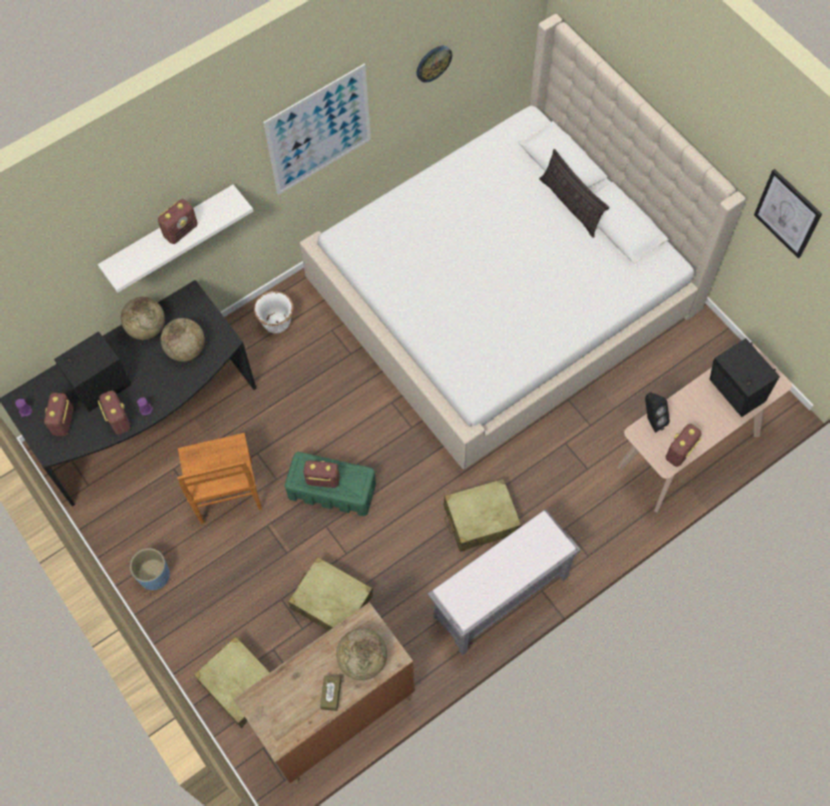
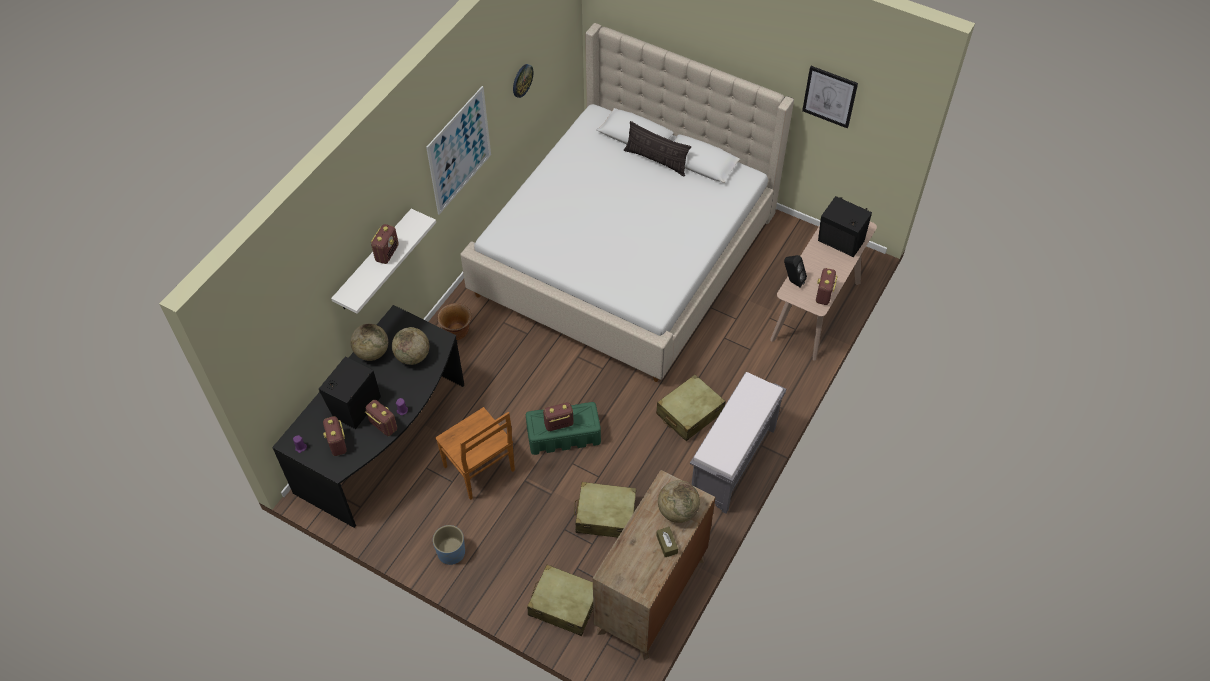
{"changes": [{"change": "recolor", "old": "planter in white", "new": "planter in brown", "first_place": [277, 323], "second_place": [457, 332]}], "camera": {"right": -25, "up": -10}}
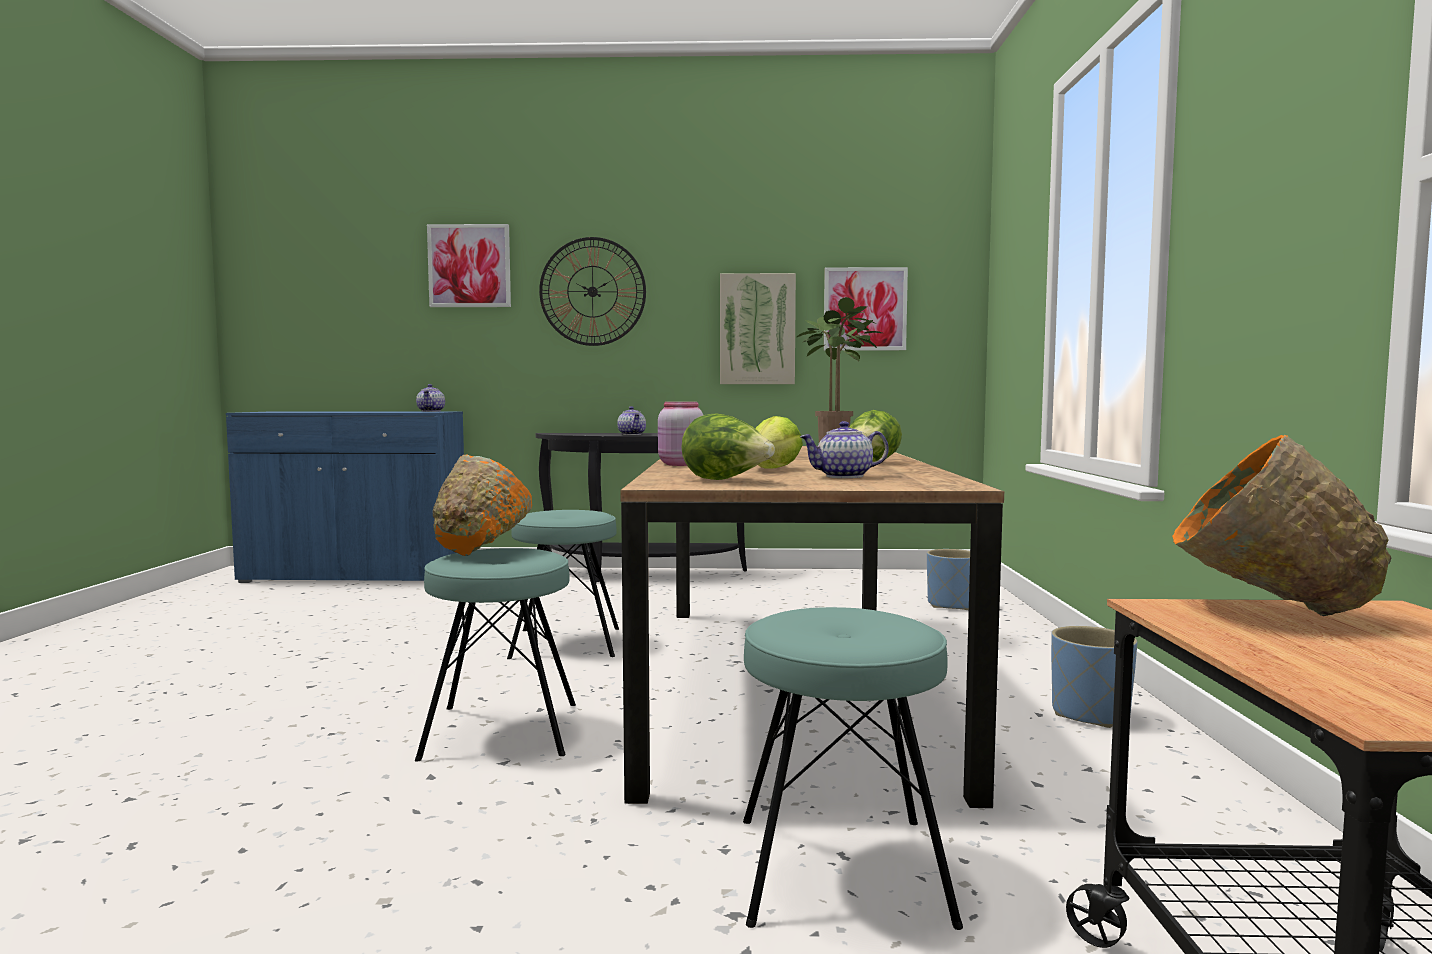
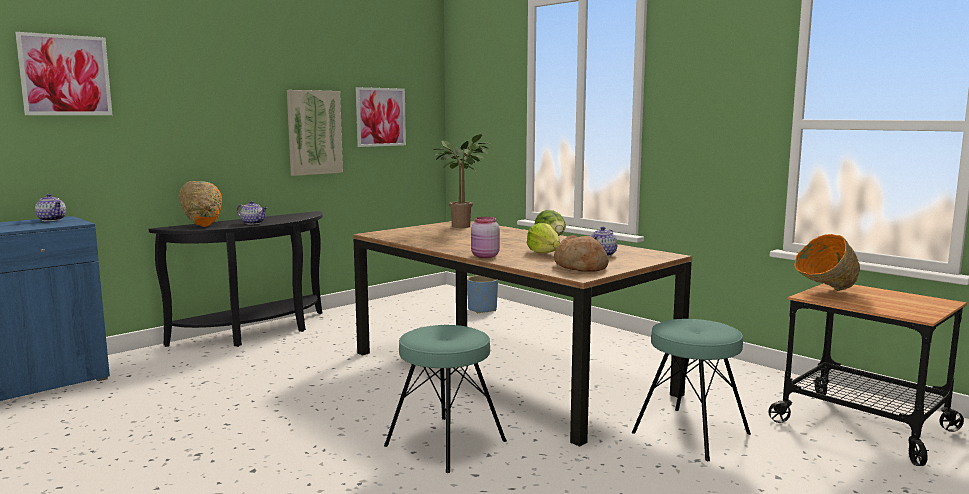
{"changes": [{"change": "delete", "old": "wall clock", "first_place": [592, 291]}, {"change": "replace", "old": "lettuce", "new": "bread", "first_place": [726, 480], "second_place": [580, 267]}, {"change": "move", "old": "bowl in orange", "first_place": [480, 551], "second_place": [202, 225]}, {"change": "delete", "old": "stool in turquoise", "first_place": [566, 643]}, {"change": "delete", "old": "planter in blue", "first_place": [1089, 714]}], "camera": {"right": -45, "up": 5}}
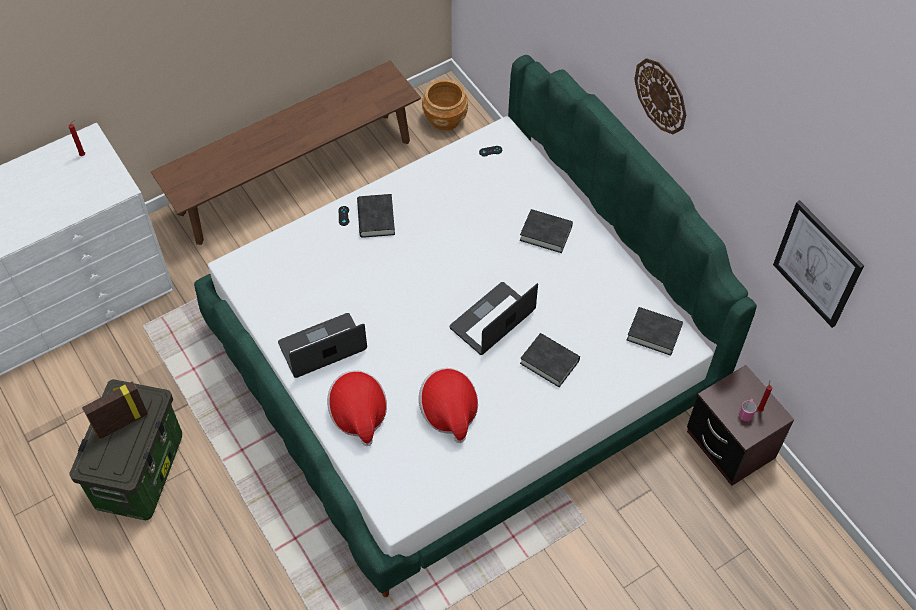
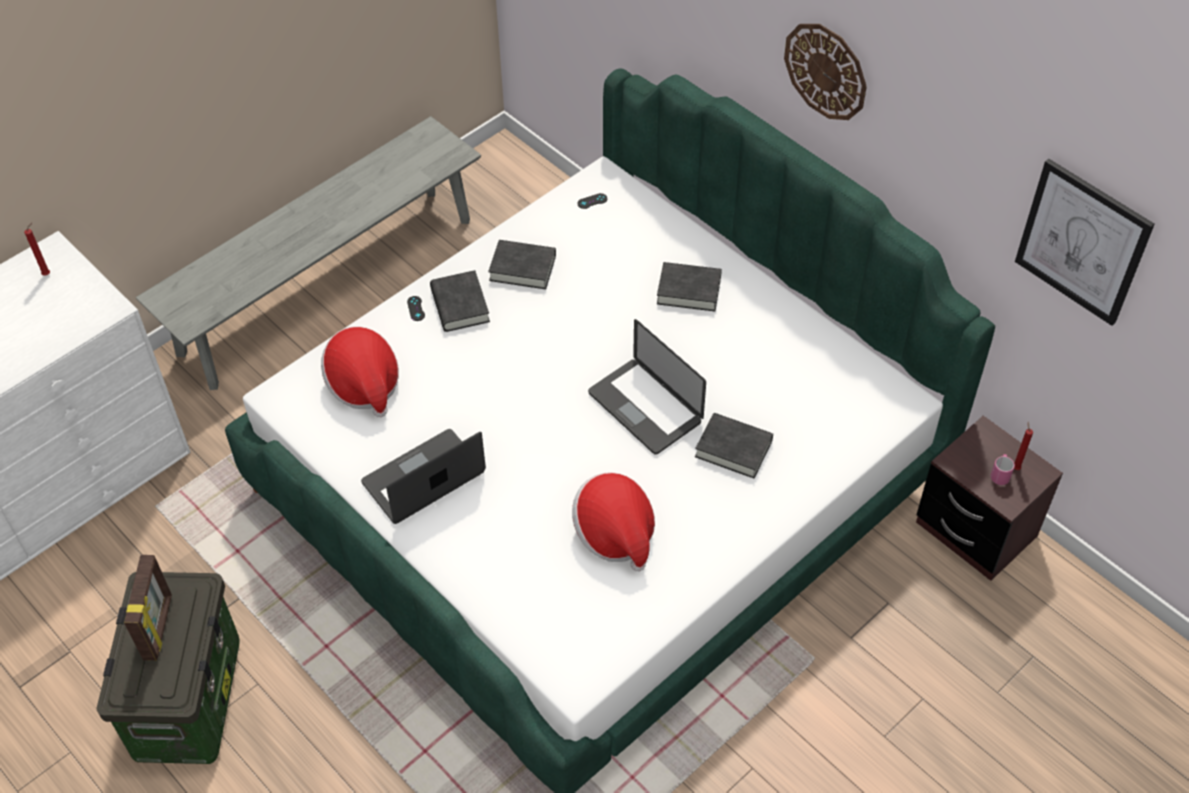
{"changes": [{"change": "recolor", "old": "bench in brown", "new": "bench in grey", "first_place": [296, 176], "second_place": [328, 285]}, {"change": "delete", "old": "planter in brown", "first_place": [445, 119]}, {"change": "rotate", "old": "laptop", "first_place": [492, 319], "second_place": [645, 407], "degrees": -75}, {"change": "move", "old": "book in black", "first_place": [654, 333], "second_place": [522, 268]}, {"change": "move", "old": "hat", "first_place": [358, 414], "second_place": [364, 384]}, {"change": "rotate", "old": "picture frame", "first_place": [121, 423], "second_place": [159, 627], "degrees": 135}], "camera": {"right": -10, "up": -5}}
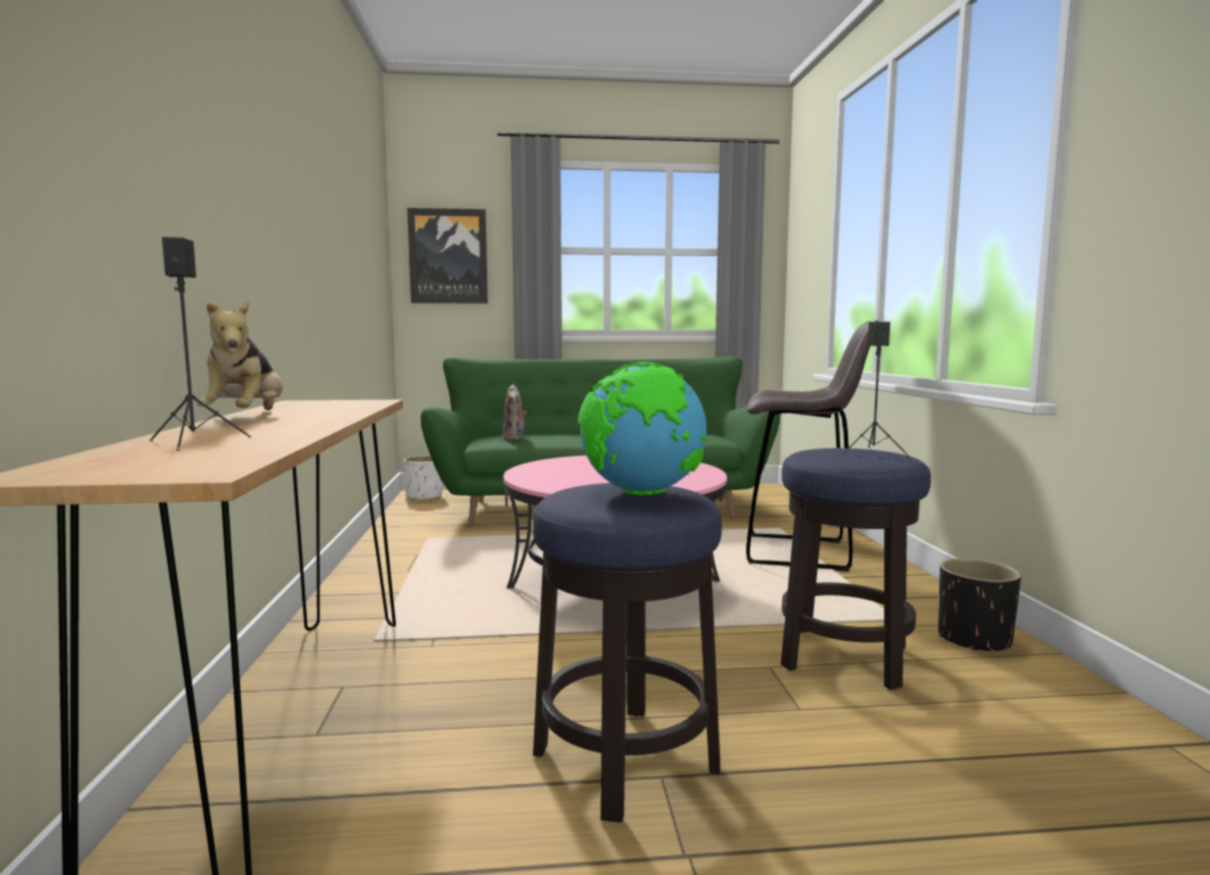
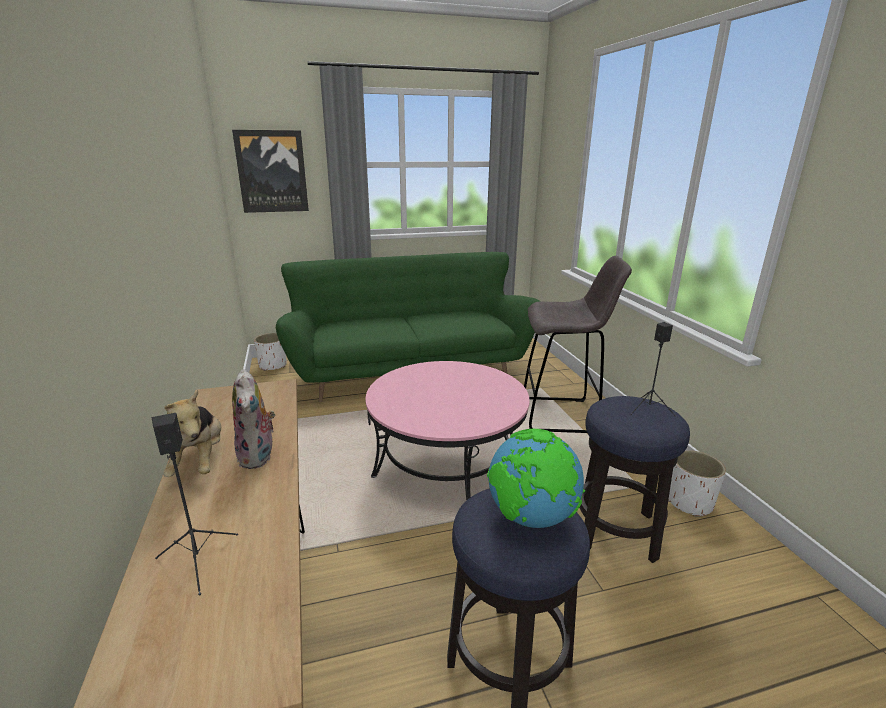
{"changes": [{"change": "move", "old": "plush toy", "first_place": [515, 438], "second_place": [259, 456]}, {"change": "recolor", "old": "planter in black", "new": "planter in white", "first_place": [974, 640], "second_place": [689, 503]}], "camera": {"right": -10, "up": 15}}
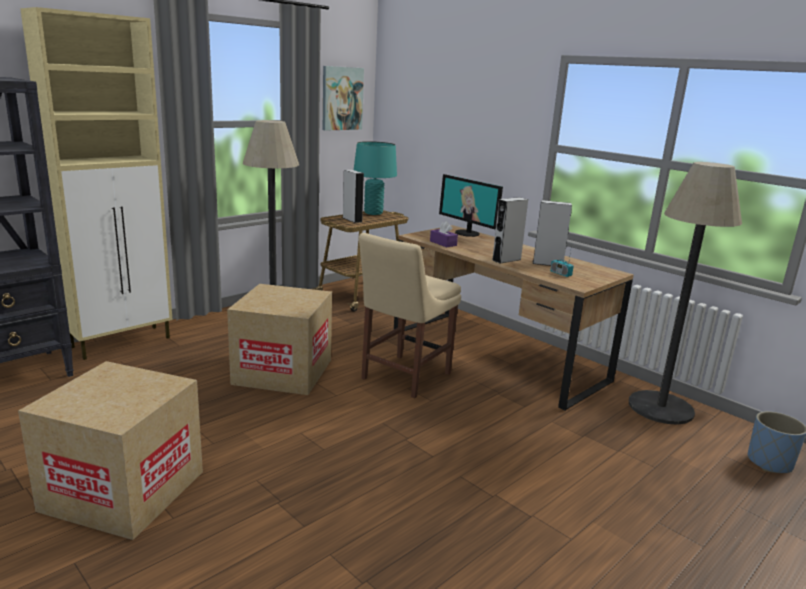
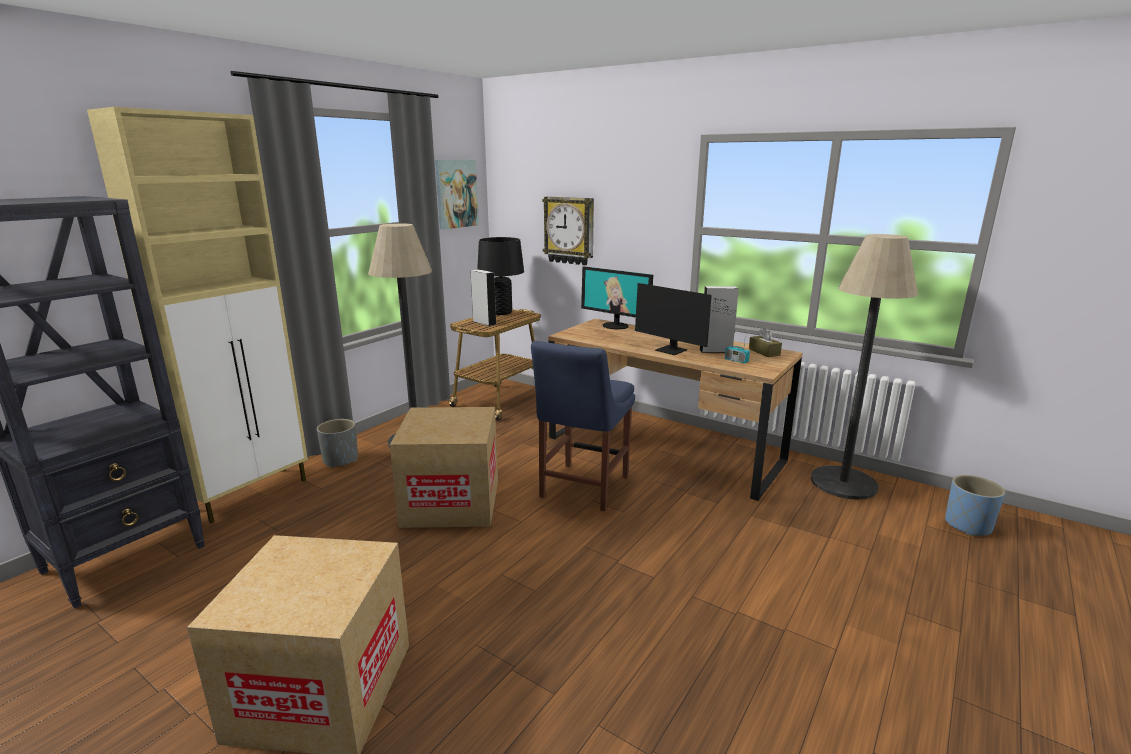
{"changes": [{"change": "recolor", "old": "table lamp in turquoise", "new": "table lamp in black", "first_place": [373, 213], "second_place": [502, 313]}, {"change": "replace", "old": "speaker in grey", "new": "monitor", "first_place": [506, 260], "second_place": [674, 351]}, {"change": "delete", "old": "tissue box in purple", "first_place": [443, 243]}, {"change": "recolor", "old": "chair in beige", "new": "chair in blue", "first_place": [403, 377], "second_place": [582, 489]}, {"change": "insert", "new": "wall clock", "second_place": [569, 230]}, {"change": "insert", "new": "tissue box in brown", "second_place": [764, 352]}, {"change": "insert", "new": "planter in grey", "second_place": [340, 460]}], "camera": {"right": -10, "up": 0}}
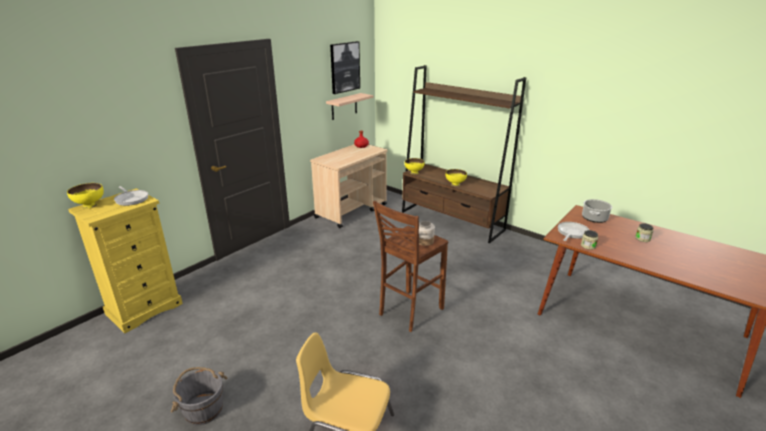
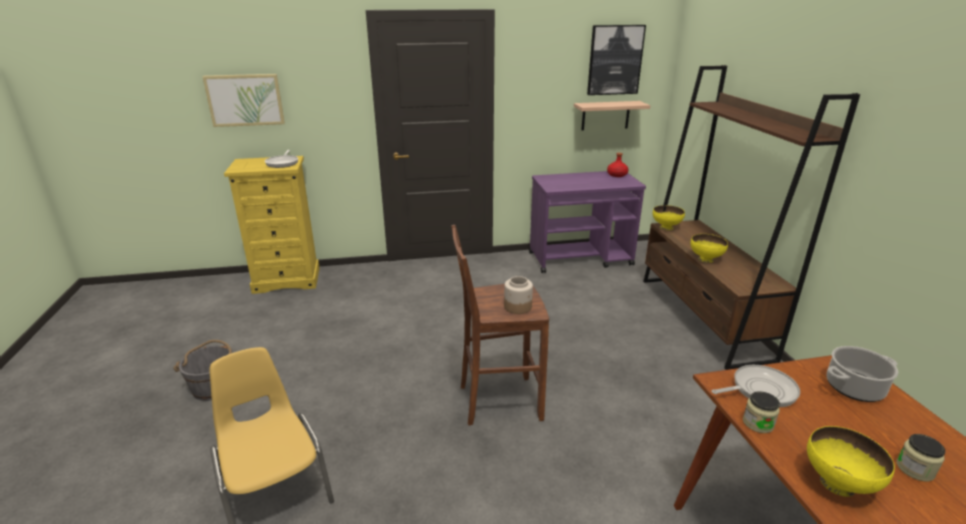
{"changes": [{"change": "recolor", "old": "cart in beige", "new": "cart in purple", "first_place": [352, 211], "second_place": [581, 259]}, {"change": "move", "old": "bowl in yellow", "first_place": [90, 205], "second_place": [838, 484]}, {"change": "insert", "new": "picture", "second_place": [245, 100]}], "camera": {"right": 40, "up": 0}}
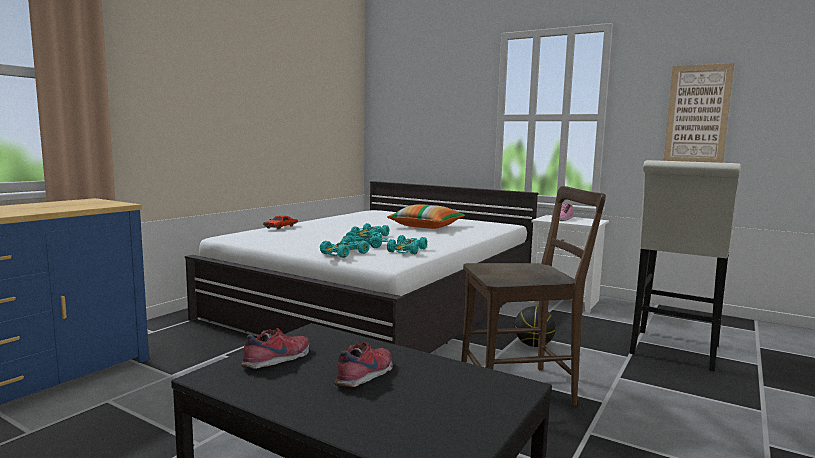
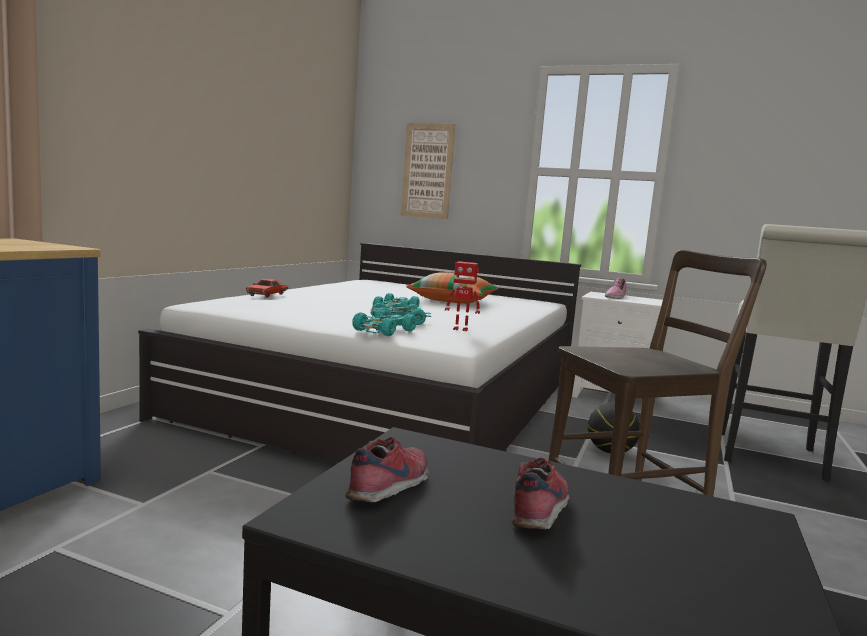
{"changes": [{"change": "move", "old": "picture", "first_place": [697, 114], "second_place": [427, 171]}, {"change": "replace", "old": "toy car in turquoise", "new": "toy robot", "first_place": [407, 250], "second_place": [461, 329]}], "camera": {"right": -10, "up": 0}}
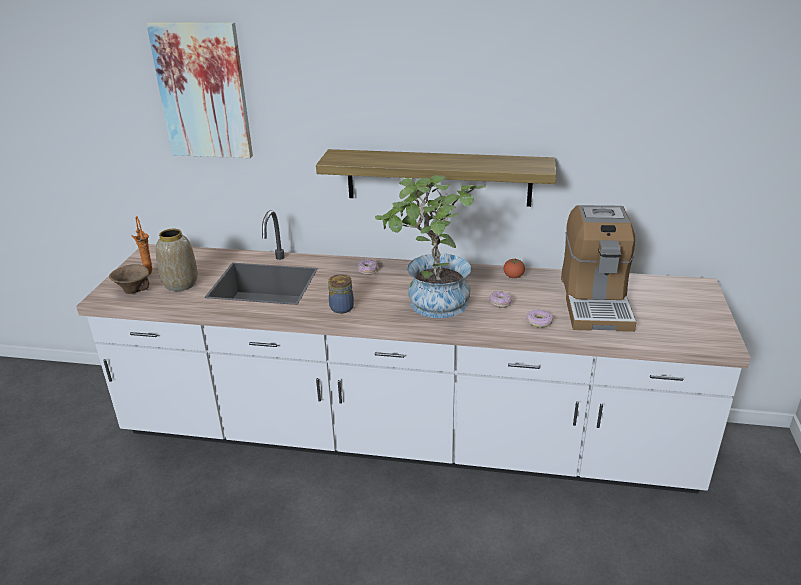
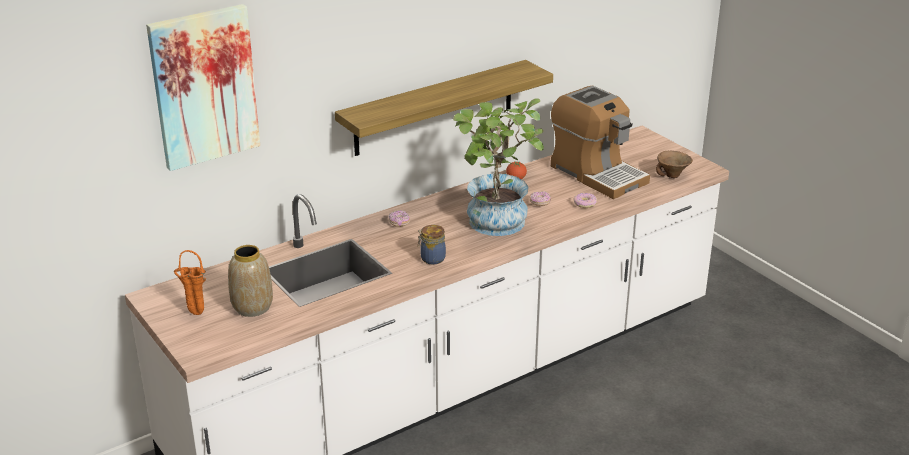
{"changes": [{"change": "move", "old": "bowl in brown", "first_place": [132, 291], "second_place": [672, 175]}], "camera": {"right": -45, "up": 0}}
